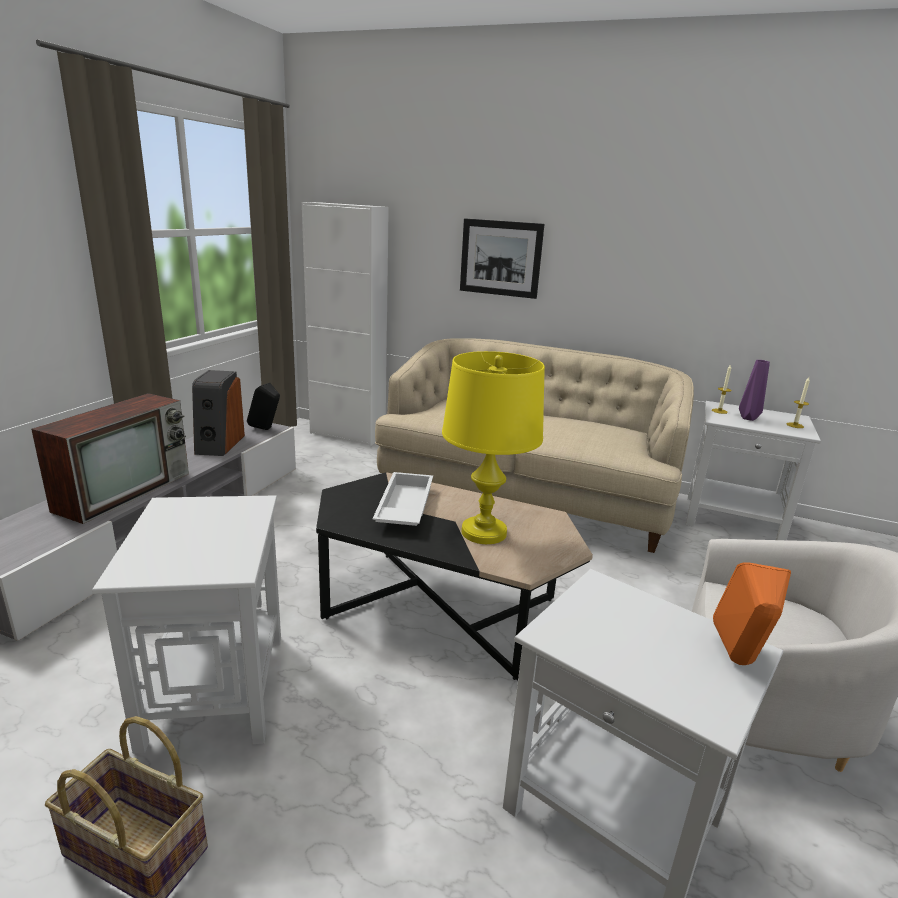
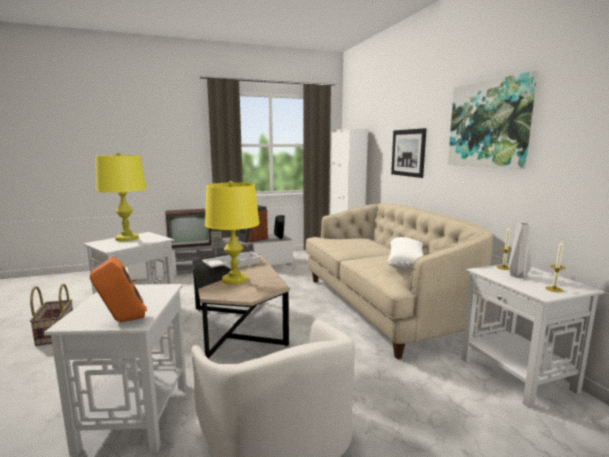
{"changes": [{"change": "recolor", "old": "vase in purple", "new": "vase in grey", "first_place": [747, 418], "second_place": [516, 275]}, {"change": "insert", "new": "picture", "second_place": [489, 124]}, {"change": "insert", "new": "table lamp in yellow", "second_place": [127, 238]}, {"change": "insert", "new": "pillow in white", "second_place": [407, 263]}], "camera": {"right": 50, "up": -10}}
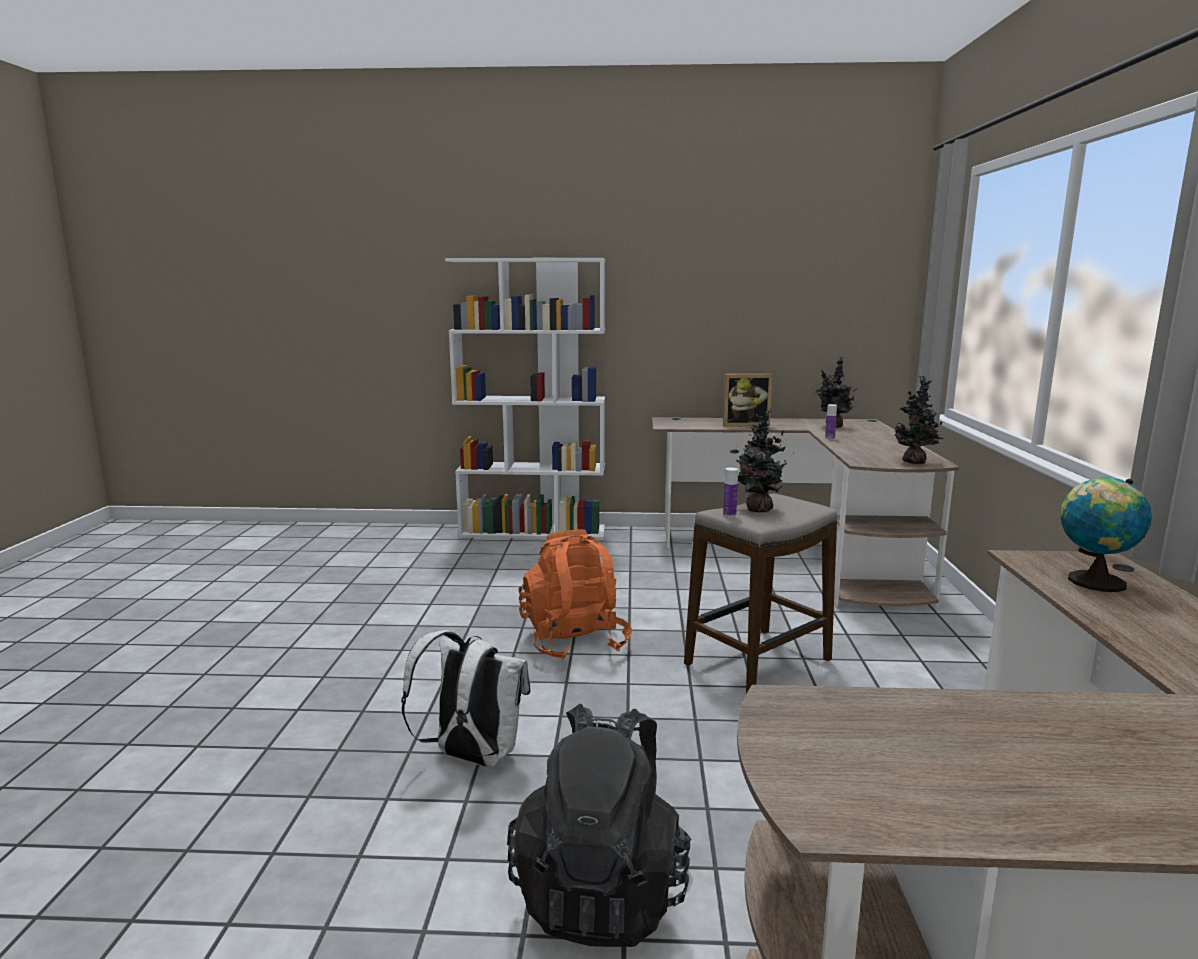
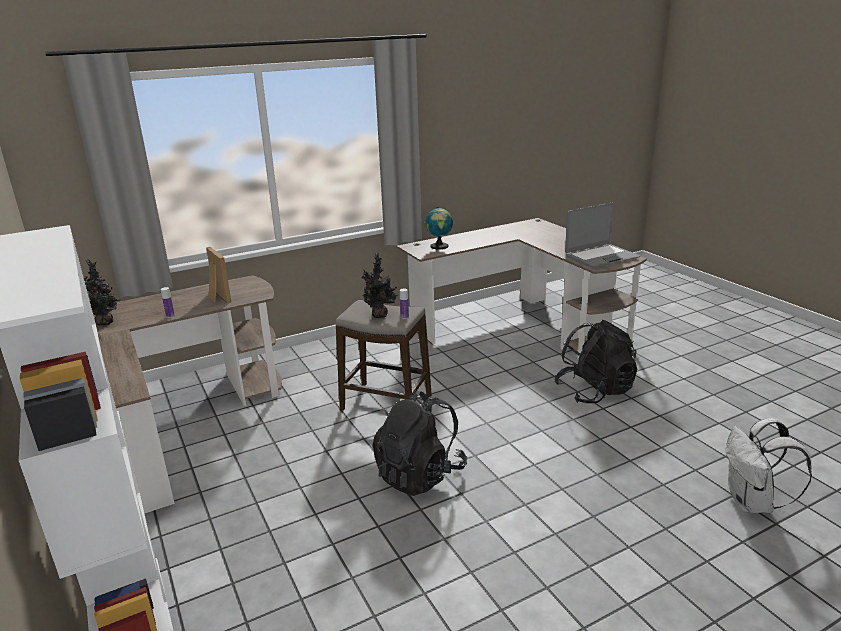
{"changes": [{"change": "move", "old": "picture frame", "first_place": [744, 425], "second_place": [217, 297]}, {"change": "delete", "old": "potted plant", "first_place": [915, 462]}, {"change": "recolor", "old": "backpack in orange", "new": "backpack in black", "first_place": [574, 641], "second_place": [420, 475]}, {"change": "move", "old": "backpack in white", "first_place": [472, 757], "second_place": [752, 503]}, {"change": "insert", "new": "laptop", "second_place": [601, 257]}], "camera": {"right": -120, "up": 10}}
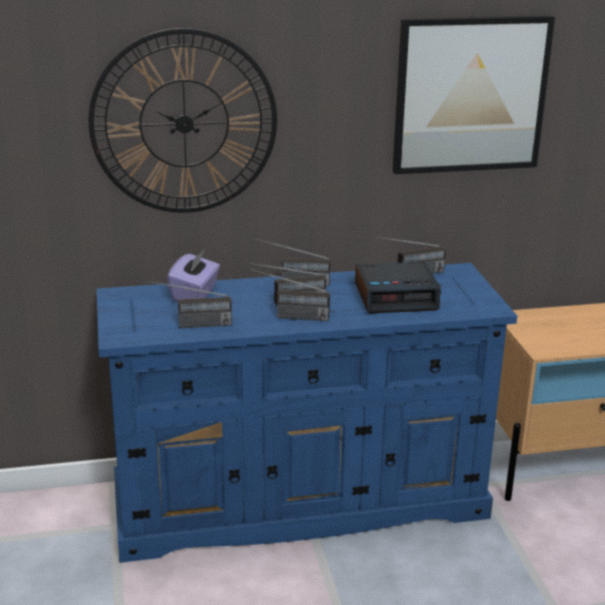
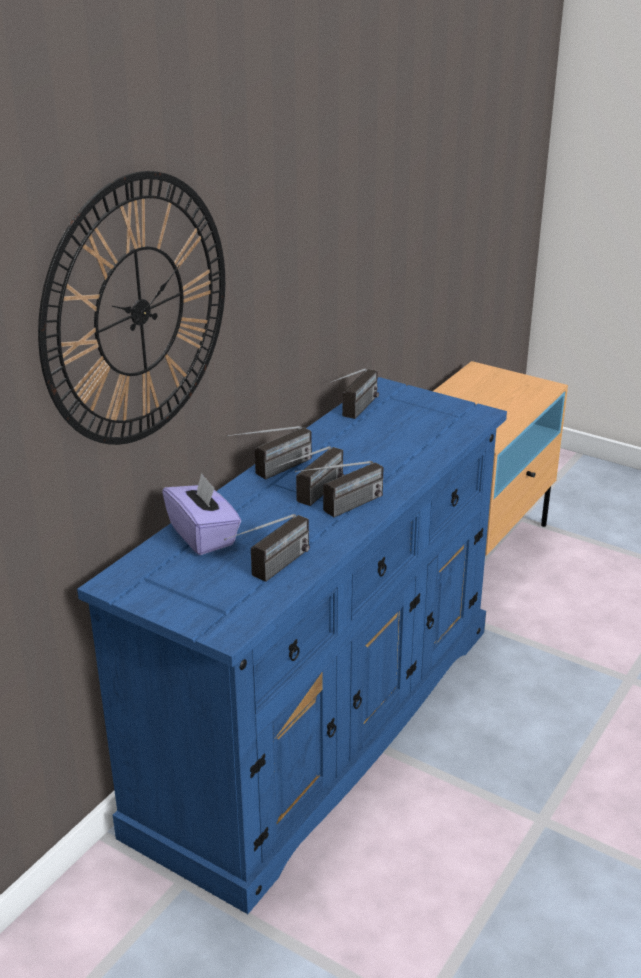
{"changes": [{"change": "delete", "old": "picture", "first_place": [470, 95]}, {"change": "delete", "old": "alarm clock", "first_place": [396, 296]}], "camera": {"right": -45, "up": 5}}
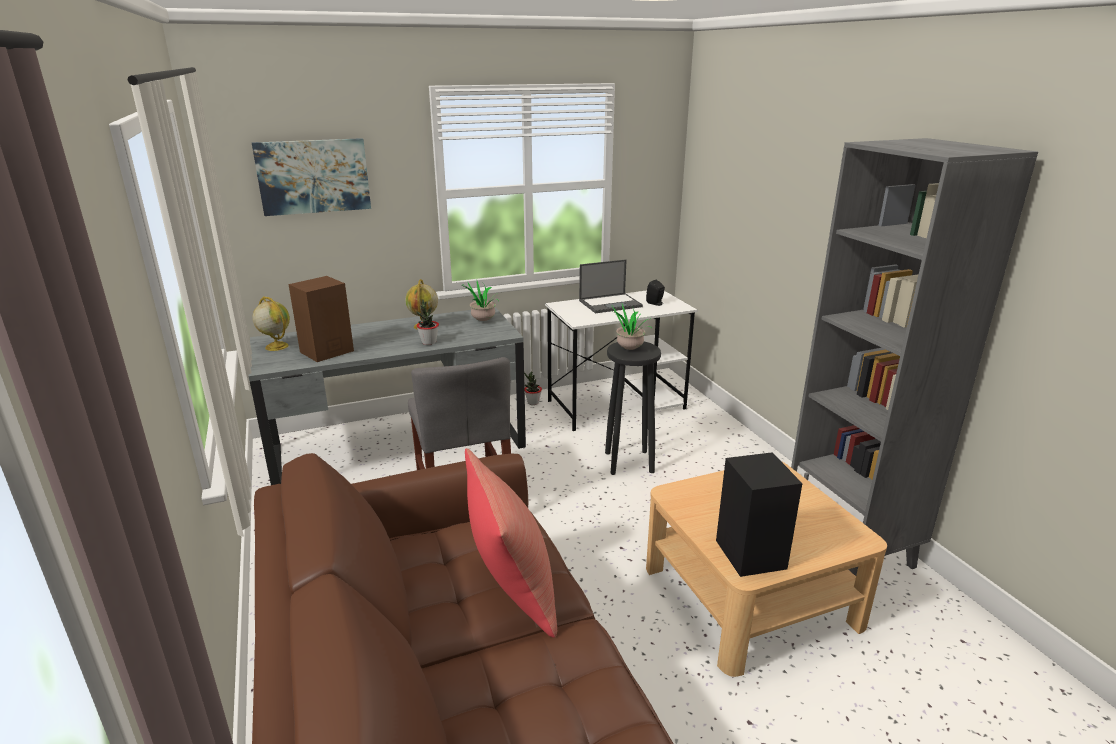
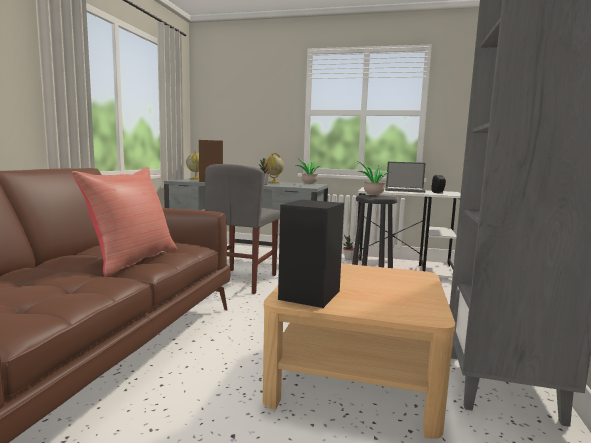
{"changes": [{"change": "delete", "old": "picture", "first_place": [313, 176]}], "camera": {"right": 35, "up": -15}}
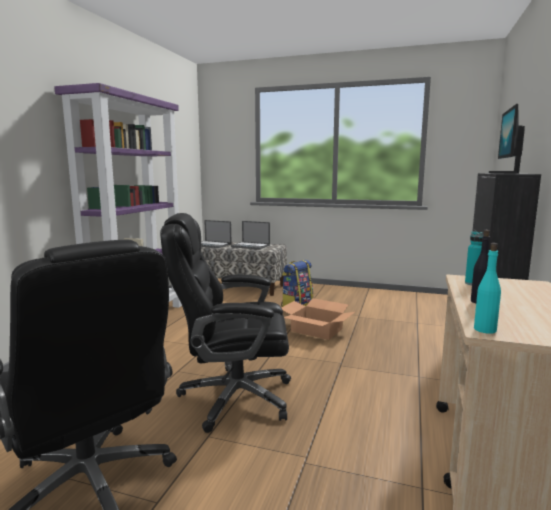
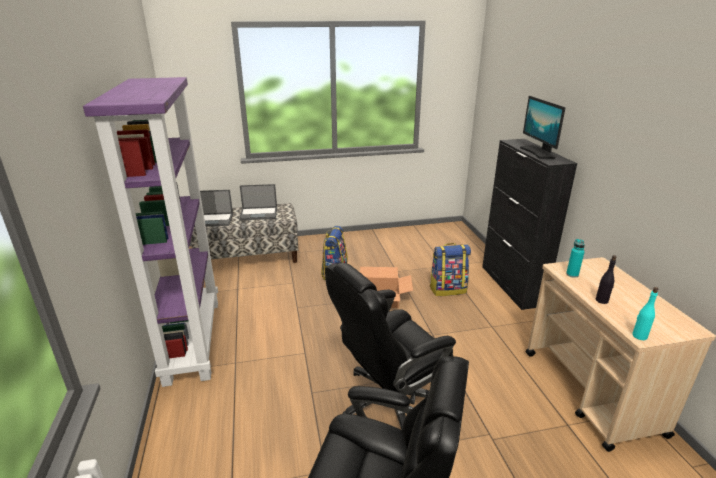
{"changes": [{"change": "insert", "new": "backpack", "second_place": [448, 289]}], "camera": {"right": -30, "up": 15}}
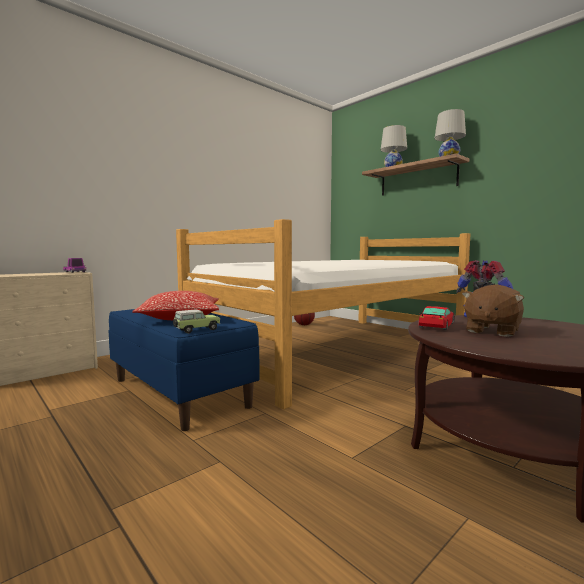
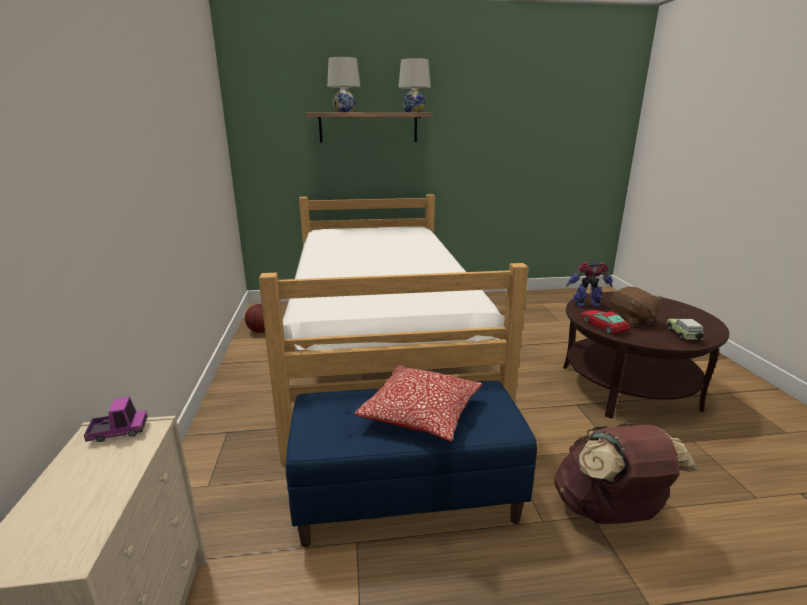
{"changes": [{"change": "move", "old": "toy car", "first_place": [195, 330], "second_place": [683, 336]}, {"change": "insert", "new": "backpack in brown", "second_place": [608, 512]}], "camera": {"right": -55, "up": 15}}
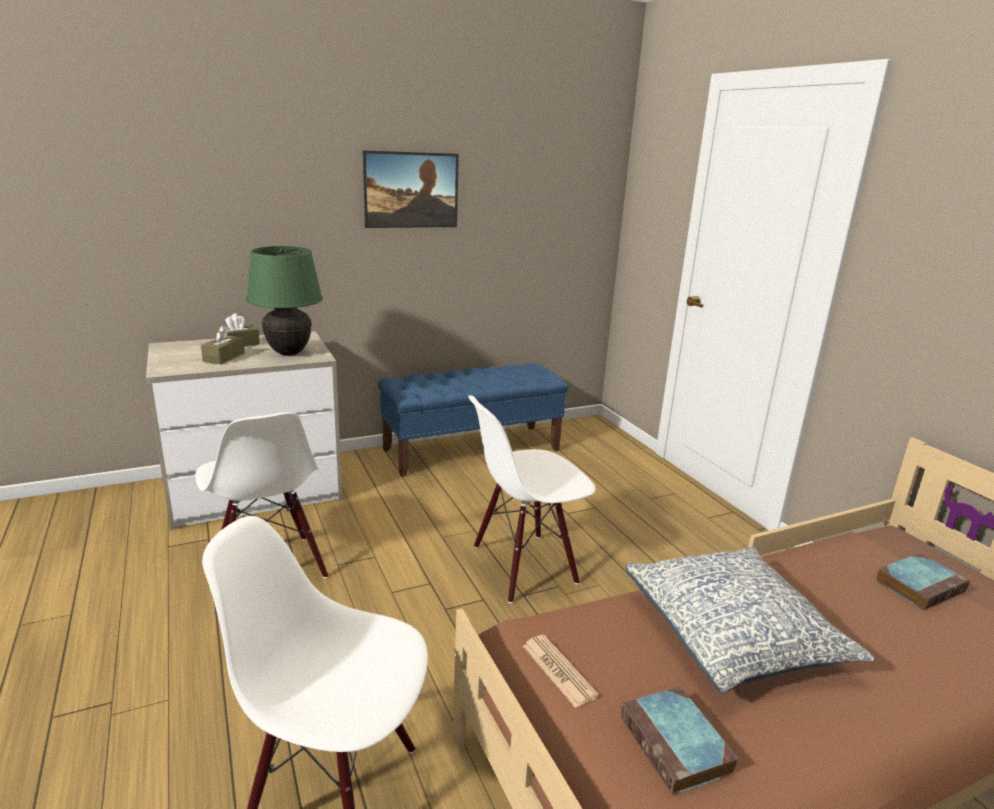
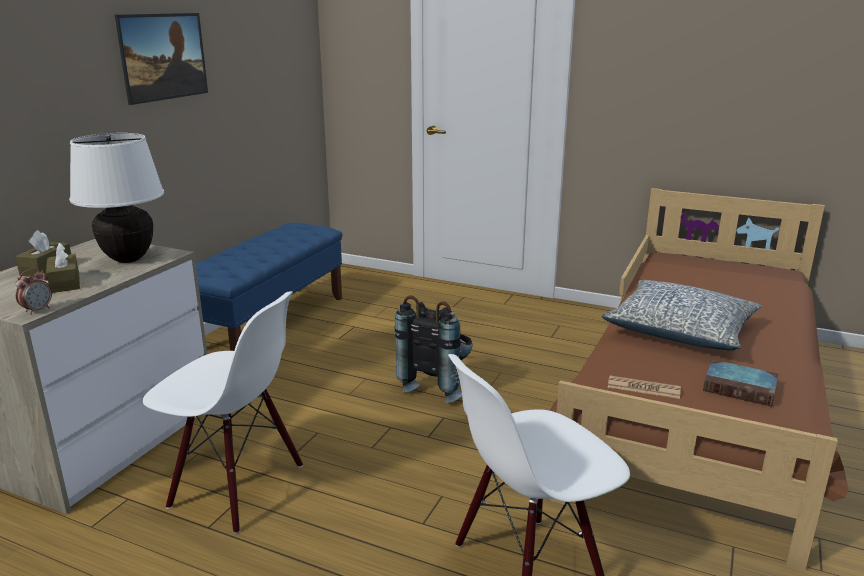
{"changes": [{"change": "recolor", "old": "table lamp in green", "new": "table lamp in white", "first_place": [289, 353], "second_place": [128, 259]}, {"change": "replace", "old": "chair in white", "new": "backpack in black", "first_place": [524, 566], "second_place": [437, 384]}, {"change": "delete", "old": "book", "first_place": [920, 585]}, {"change": "insert", "new": "alarm clock", "second_place": [38, 310]}], "camera": {"right": -40, "up": 0}}
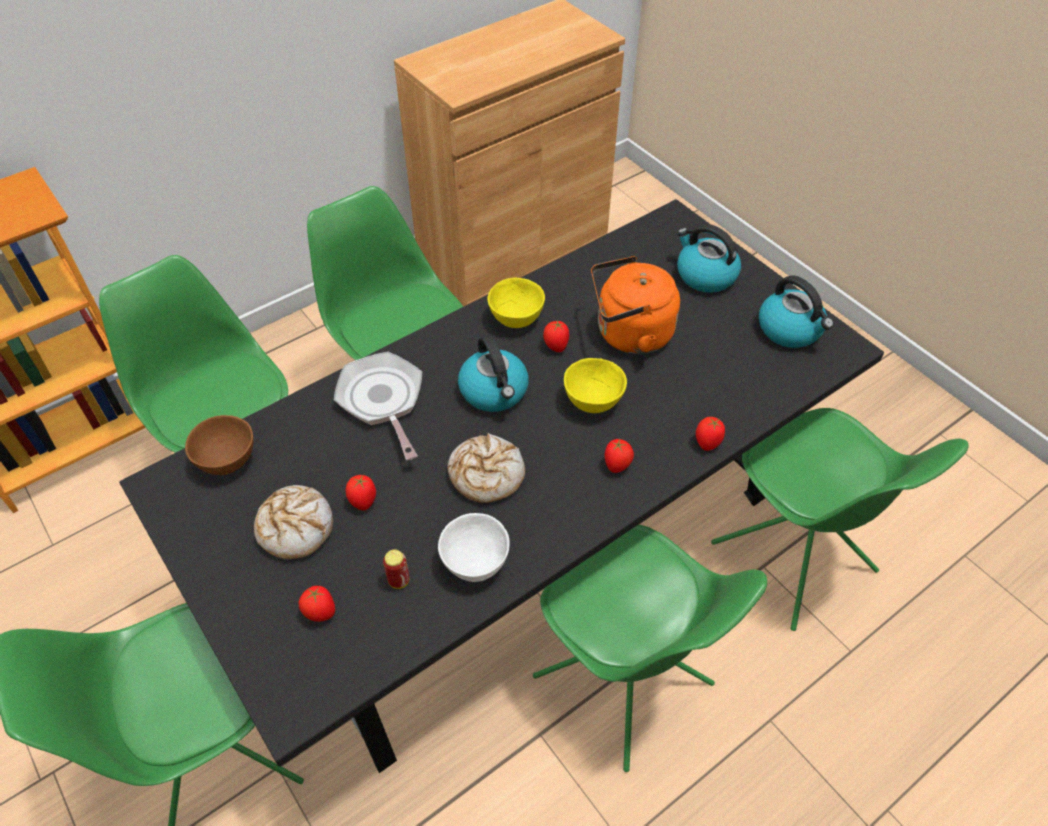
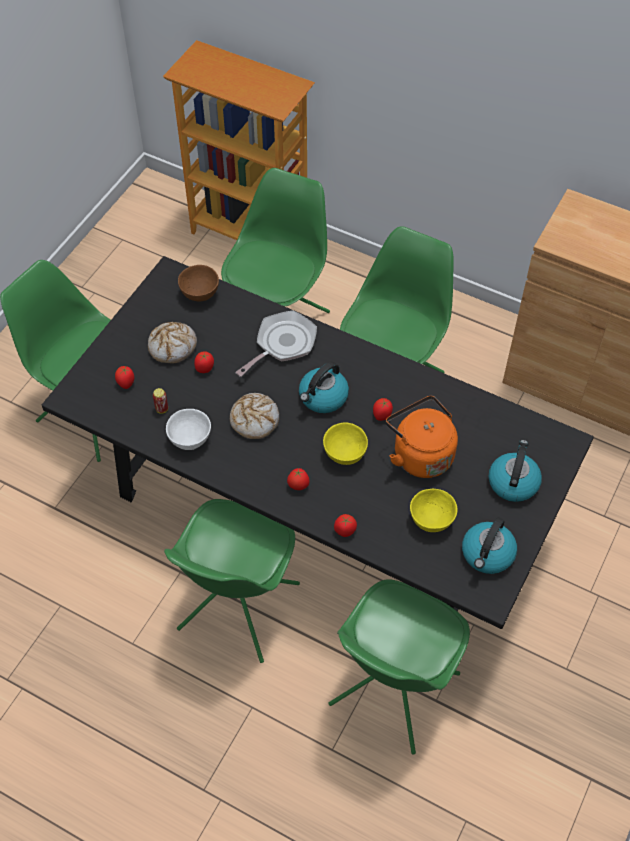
{"changes": [{"change": "move", "old": "bowl in yellow", "first_place": [515, 320], "second_place": [430, 520]}], "camera": {"right": 65, "up": 5}}
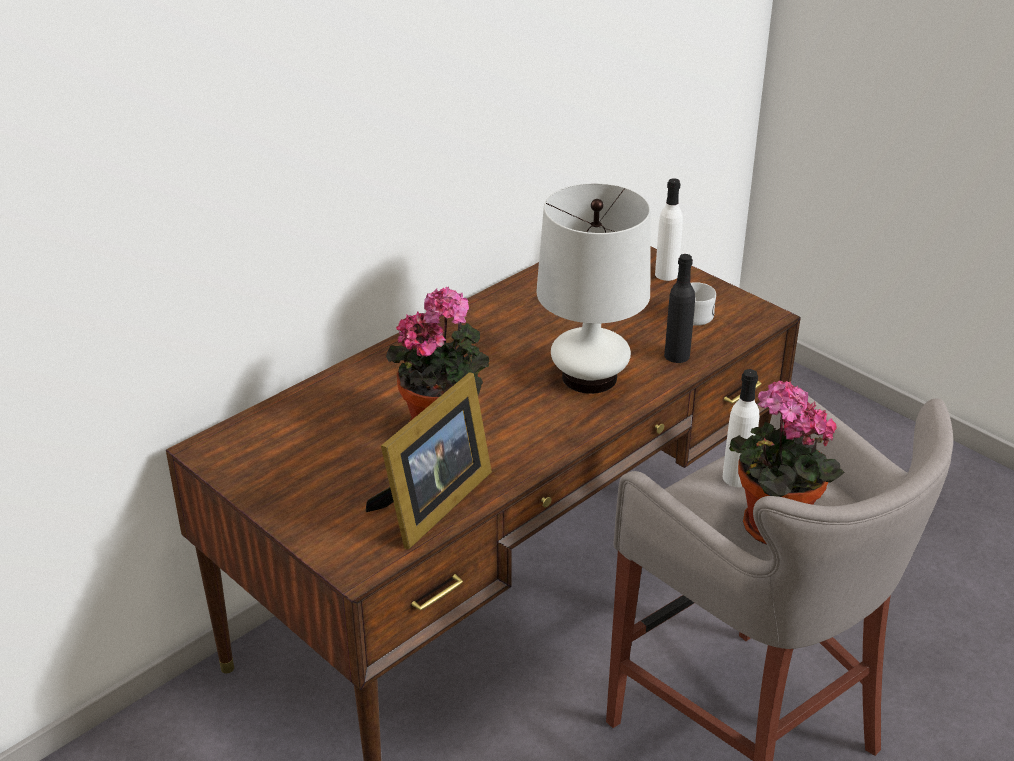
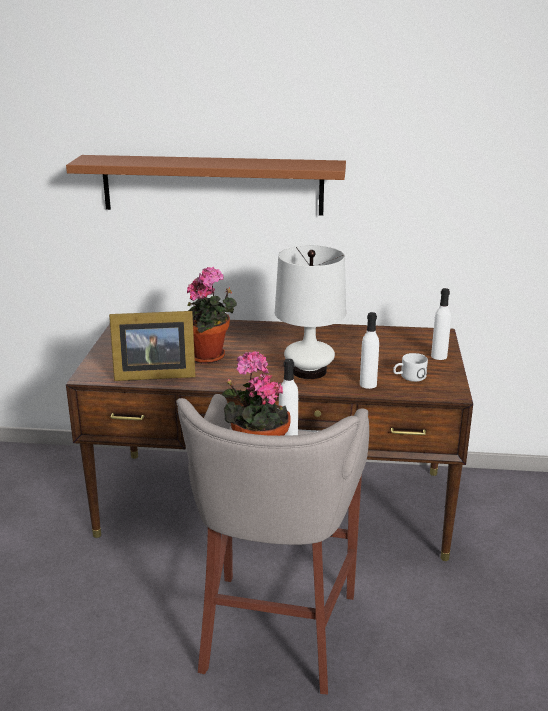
{"changes": [{"change": "recolor", "old": "bottle in black", "new": "bottle in white", "first_place": [677, 355], "second_place": [368, 384]}, {"change": "insert", "new": "shelf in brown", "second_place": [212, 185]}], "camera": {"right": 50, "up": -10}}
